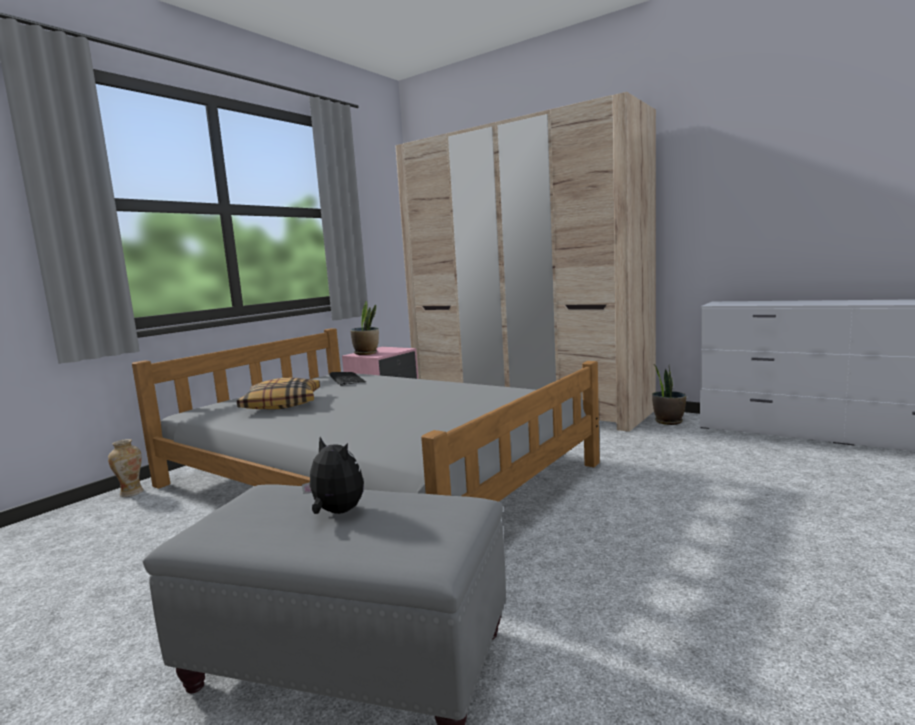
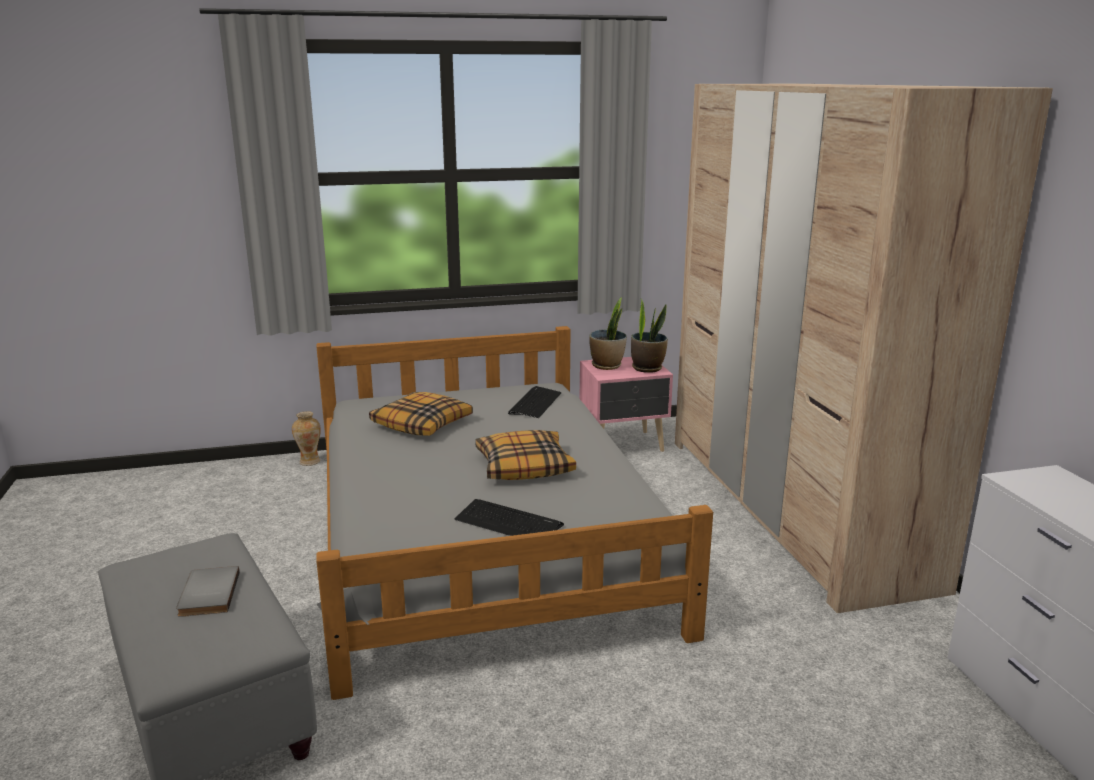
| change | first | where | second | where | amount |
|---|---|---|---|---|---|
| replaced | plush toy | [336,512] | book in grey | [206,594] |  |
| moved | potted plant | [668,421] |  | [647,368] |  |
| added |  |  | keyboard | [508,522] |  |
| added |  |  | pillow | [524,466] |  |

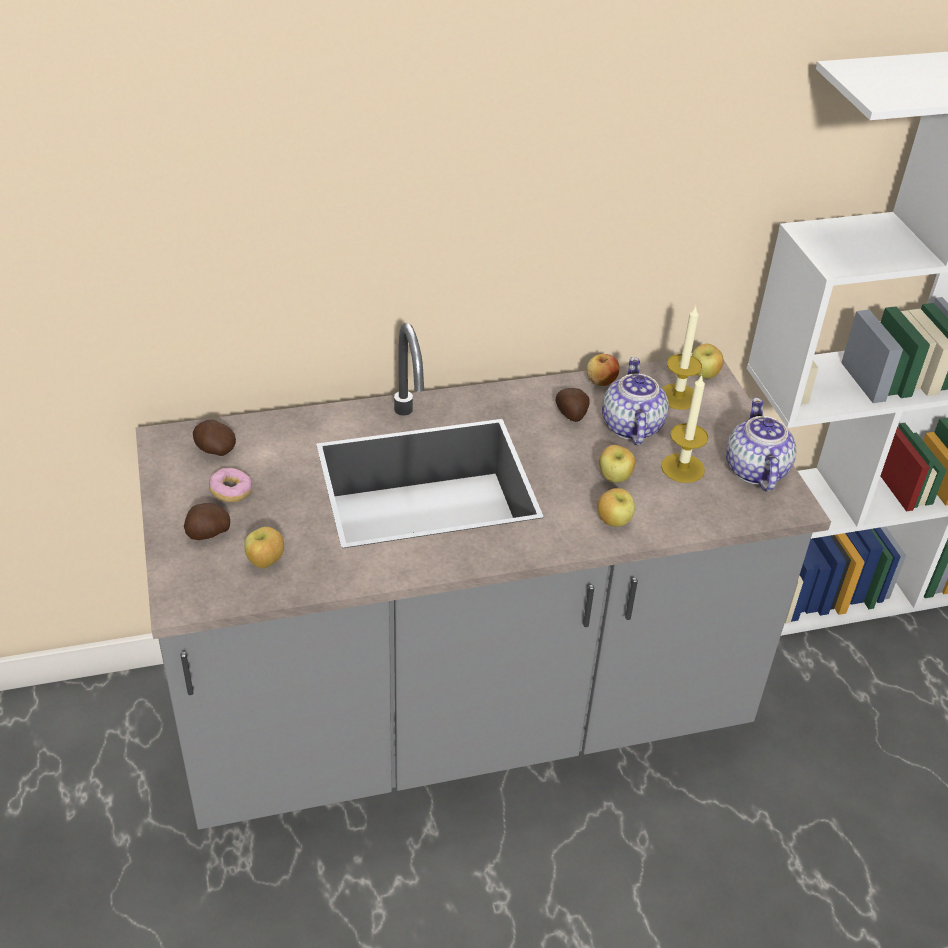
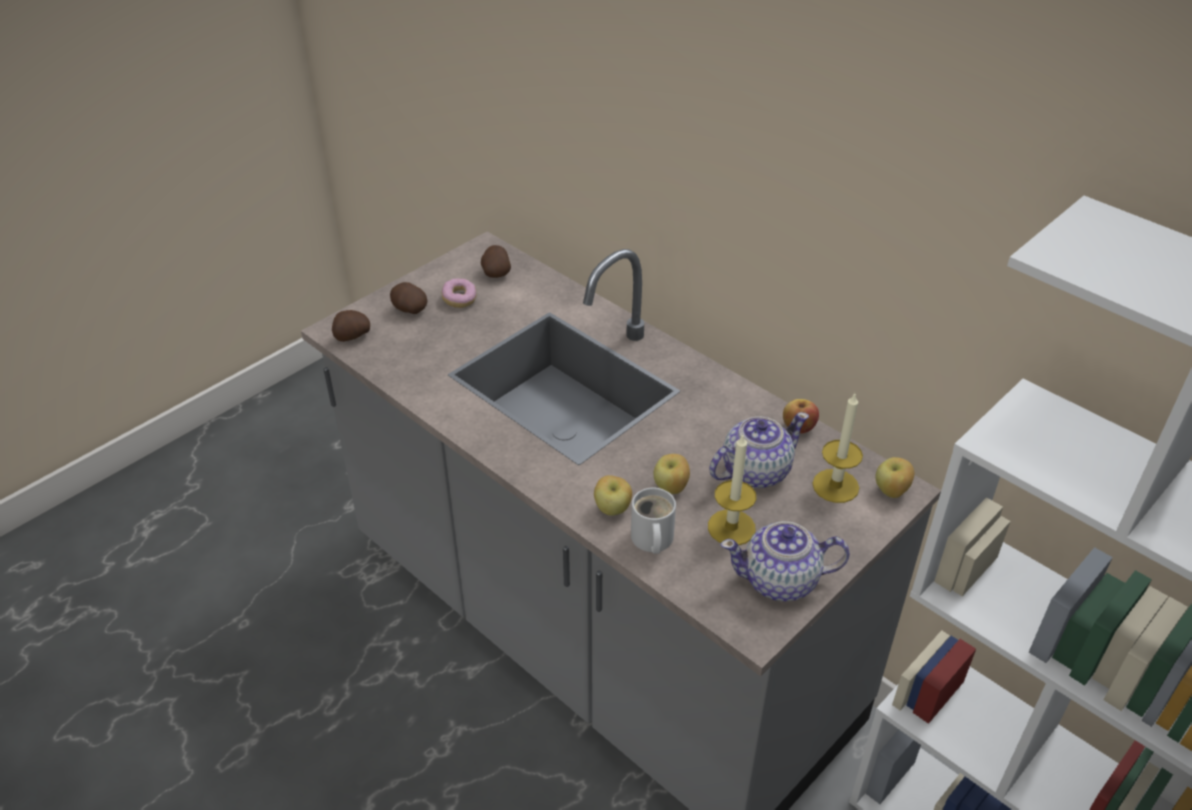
| change | first | where | second | where | amount |
|---|---|---|---|---|---|
| removed | apple | [265,562] |  |  |  |
| moved | potato | [571,414] |  | [352,336] |  |
| turned | teapot | [755,470] |  | [781,581] | 150 degrees counterclockwise |
| added |  |  | mug in white | [651,540] |  |

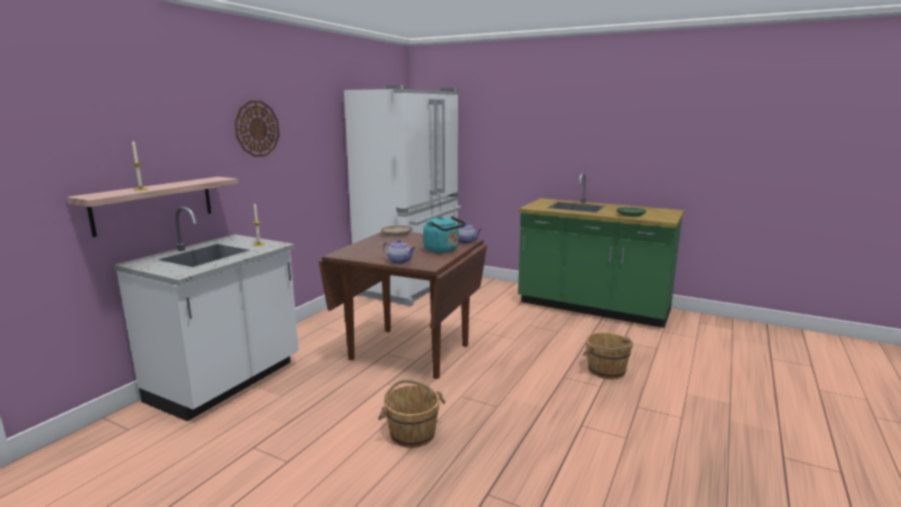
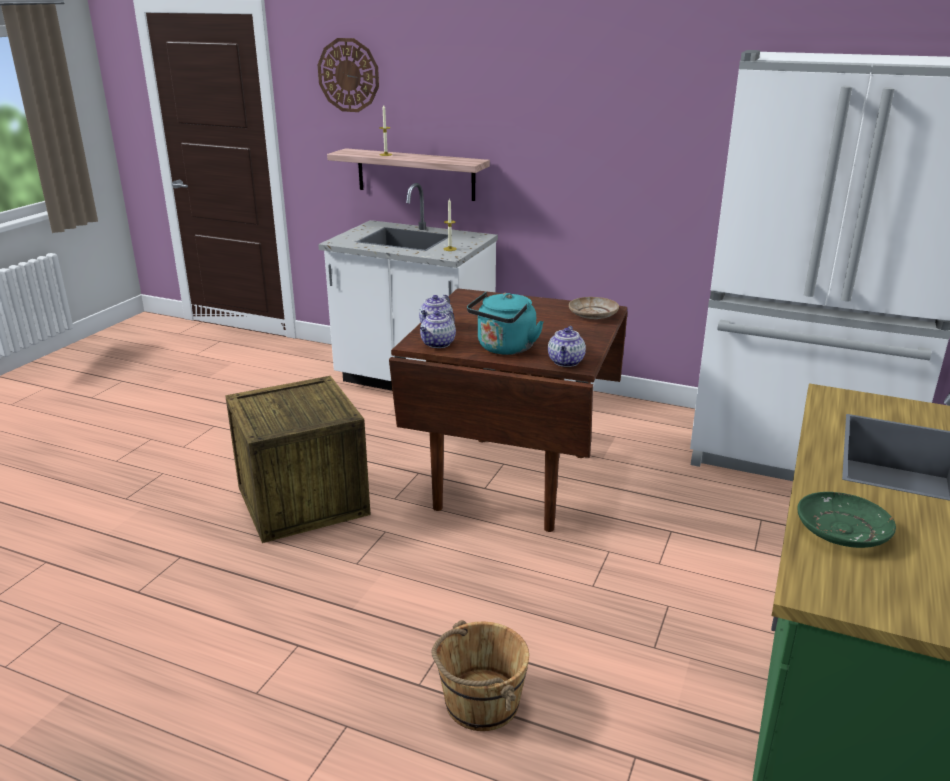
| change | first | where | second | where | amount |
|---|---|---|---|---|---|
| moved | wall clock | [257,128] |  | [348,75] |  |
| replaced | bucket in brown | [412,433] | crate | [302,500] |  |
| added |  |  | teapot | [438,344] |  |

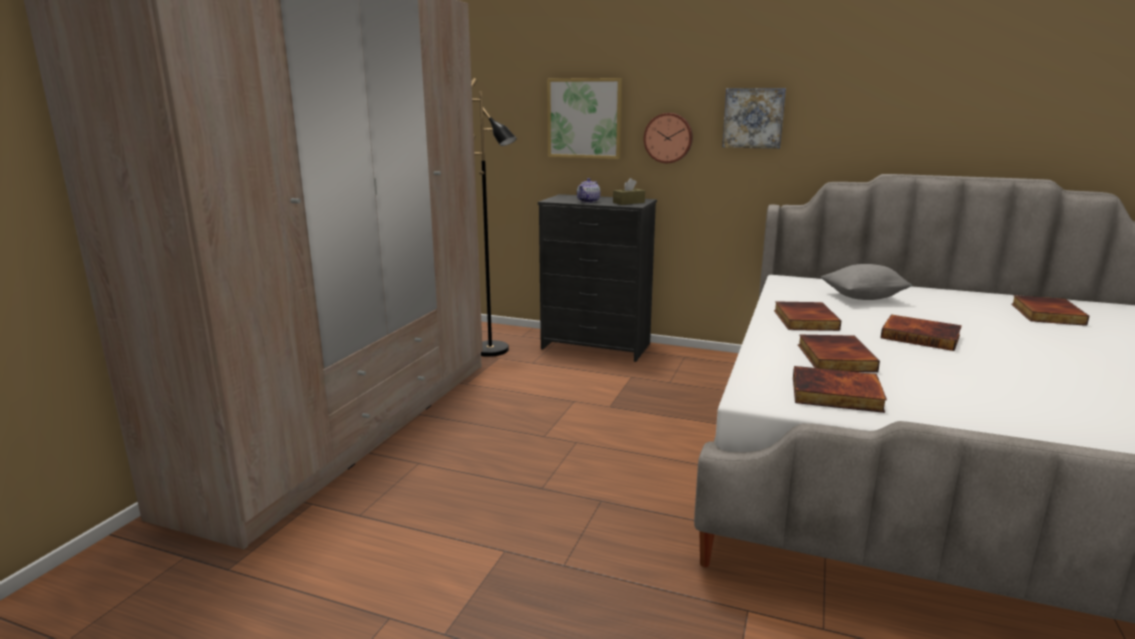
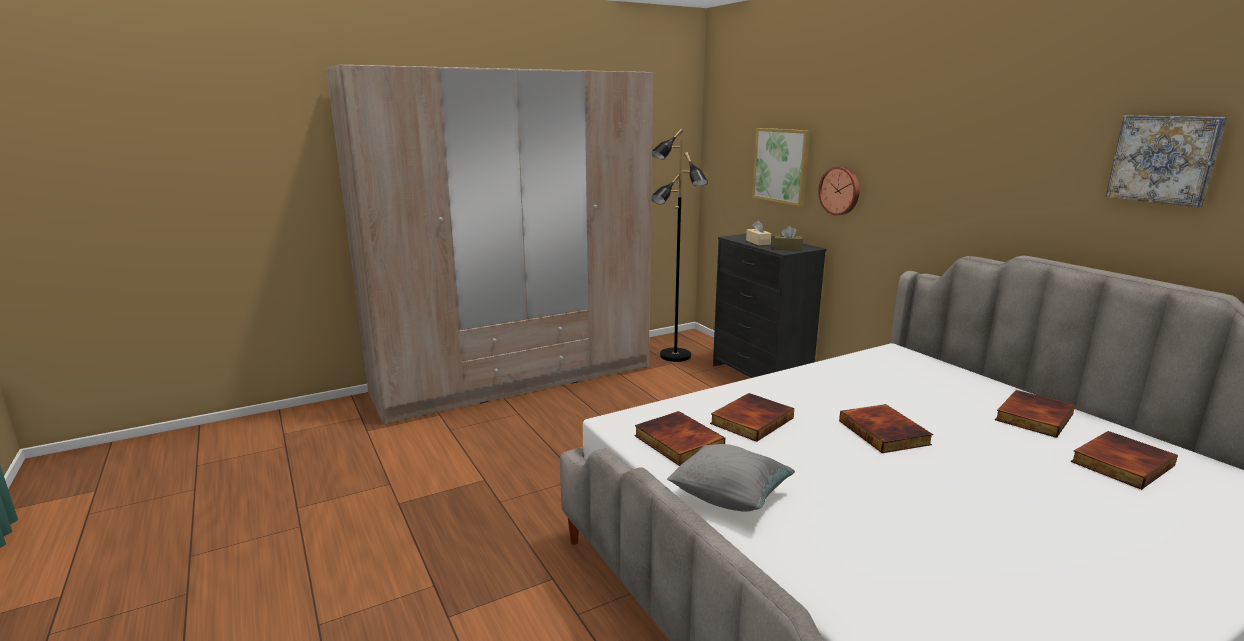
| change | first | where | second | where | amount |
|---|---|---|---|---|---|
| replaced | teapot | [588,201] | tissue box in beige | [758,242] |  |
| moved | picture | [753,118] |  | [1164,159] |  |
| moved | book | [803,320] |  | [1032,416] |  |
| moved | pillow in grey | [863,297] |  | [729,497] |  |

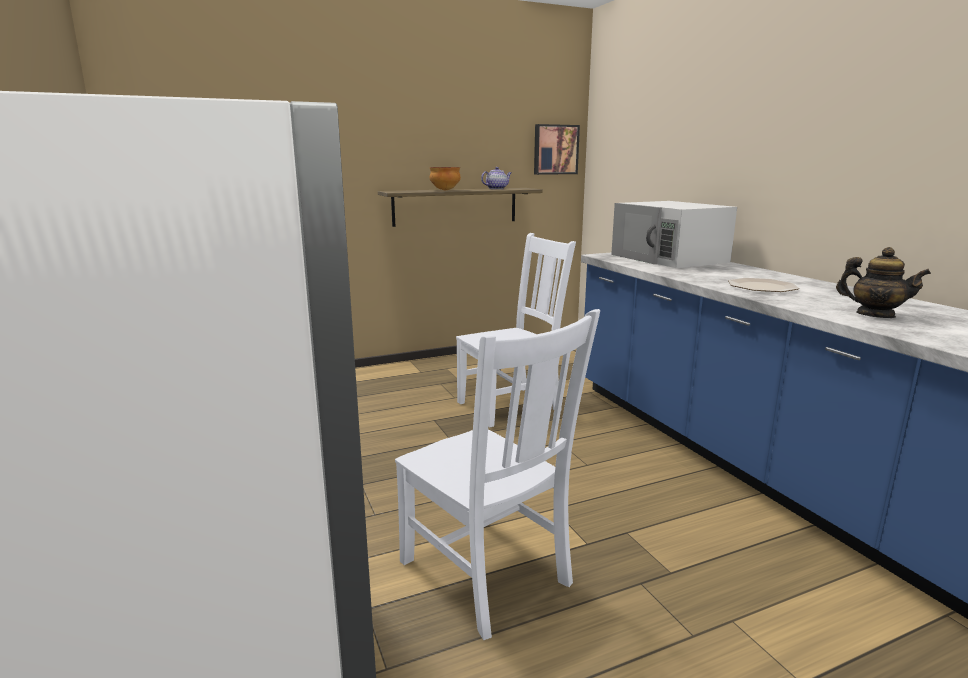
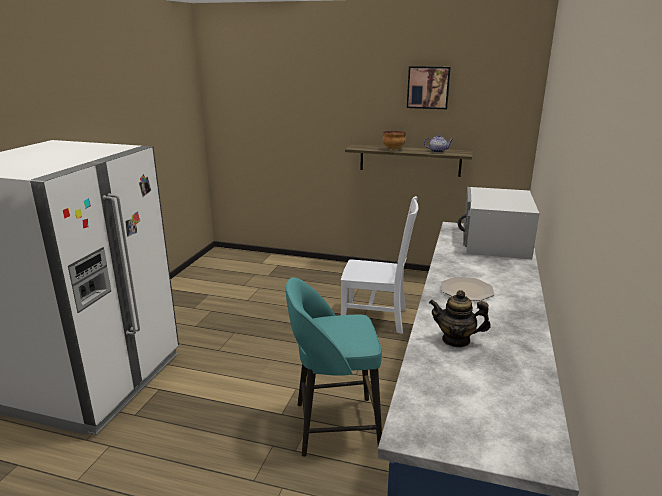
| change | first | where | second | where | amount |
|---|---|---|---|---|---|
| removed | chair in white | [488,575] |  |  |  |
| moved | picture | [555,149] |  | [428,87] |  |
| turned | teapot | [875,315] |  | [456,340] | 120 degrees clockwise |
| added |  |  | stool in turquoise | [334,426] |  |

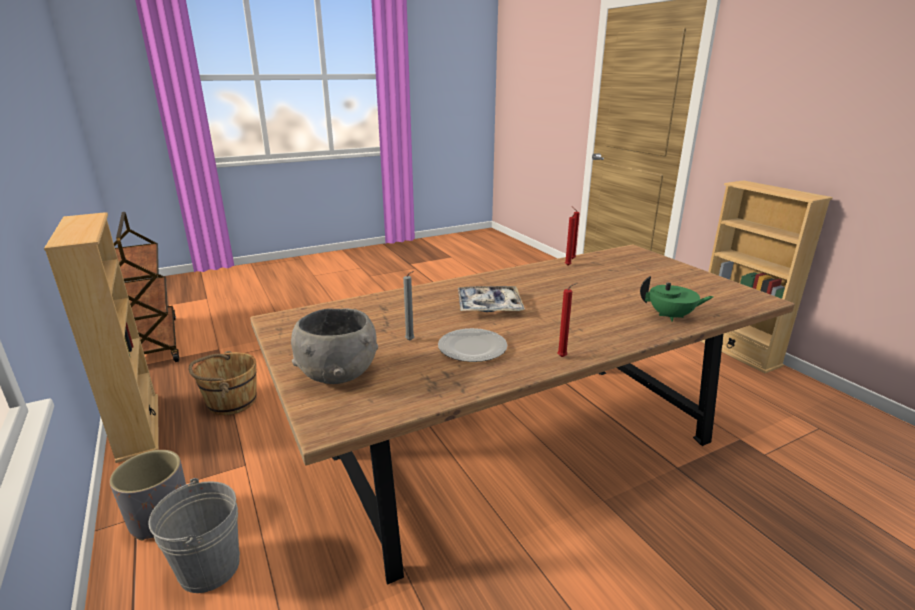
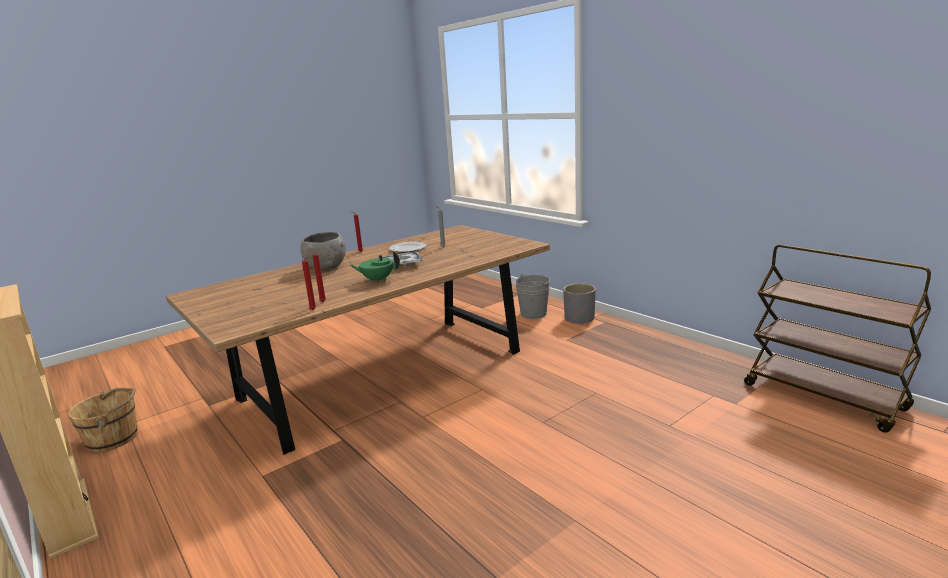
| change | first | where | second | where | amount |
|---|---|---|---|---|---|
| removed | bookcase in beige | [138,427] |  |  |  |
| moved | bucket in brown | [231,401] |  | [114,438] |  |
| moved | bowl in grey | [338,373] |  | [326,267] |  |
| moved | teapot in green | [671,316] |  | [377,280] |  |

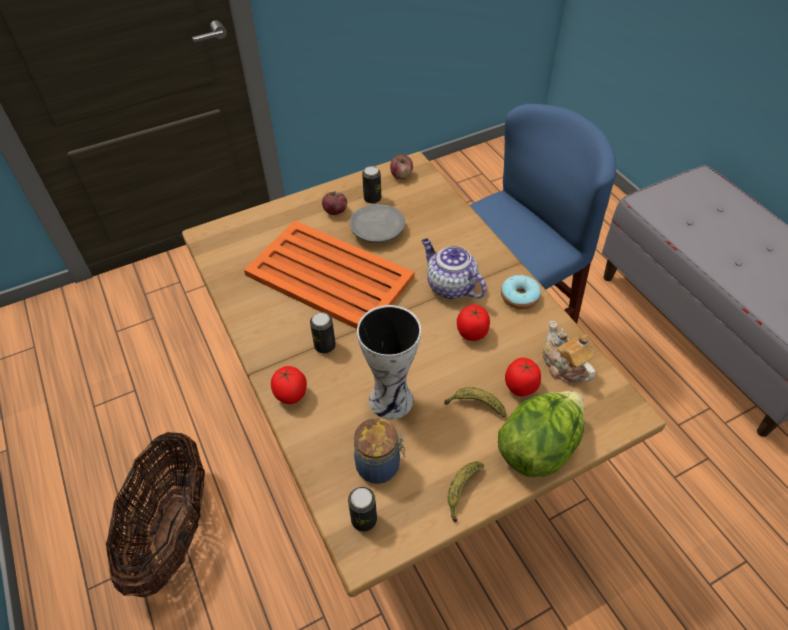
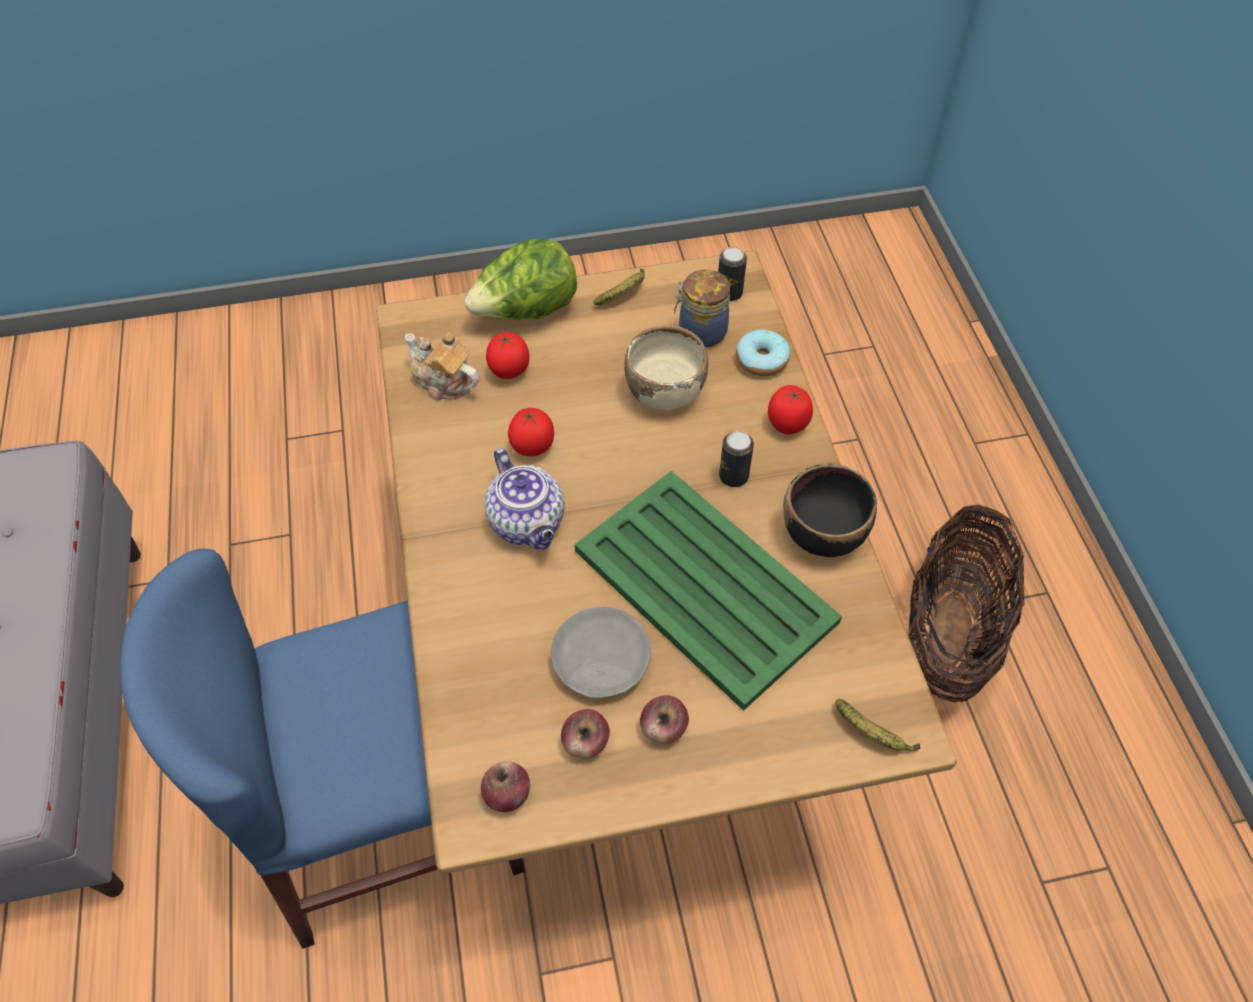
| change | first | where | second | where | amount |
|---|---|---|---|---|---|
| recoloured | tray in orange | [330,277] | tray in green | [703,584] |  |
| replaced | vase | [393,399] | bowl in beige | [664,391] |  |
| replaced | can | [372,198] | apple | [585,742] |  |
| moved | banana | [475,405] |  | [872,734] |  |
| moved | donut | [519,297] |  | [761,360] |  |
| turned | teapot | [563,365] |  | [444,382] | 135 degrees clockwise |
| added |  |  | bowl in black | [823,534] |  |

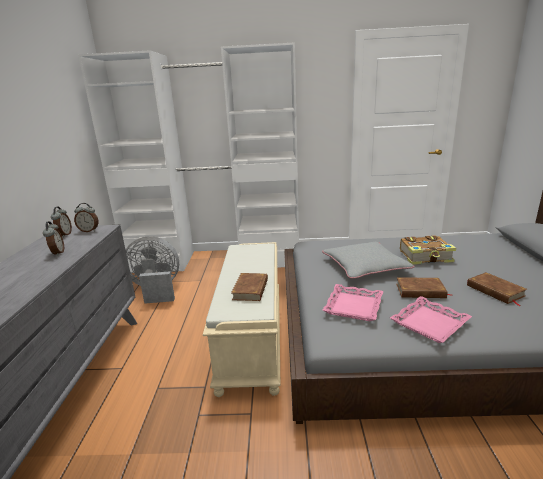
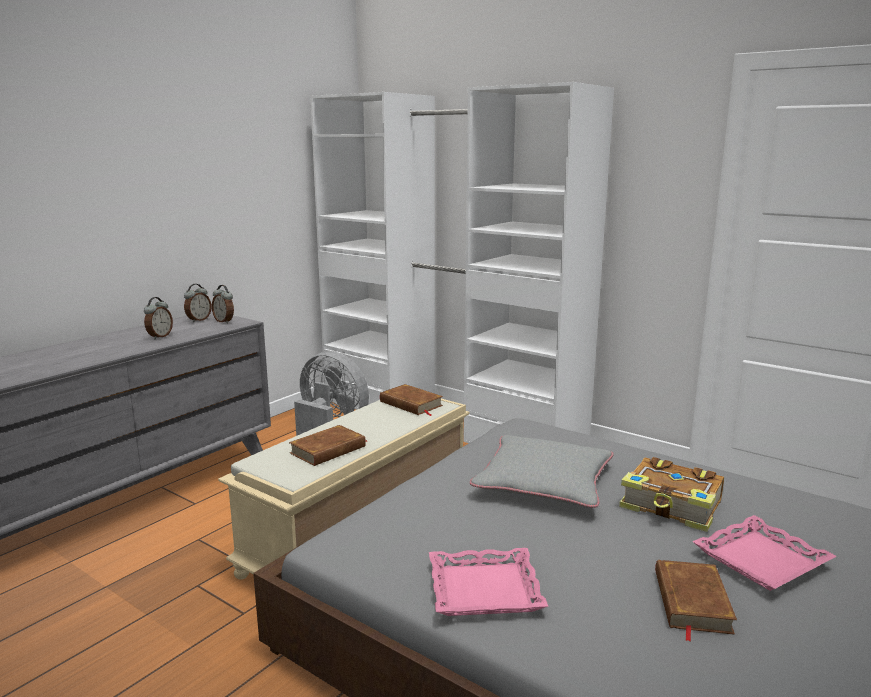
| change | first | where | second | where | amount |
|---|---|---|---|---|---|
| moved | tray in pink | [353,306] |  | [760,559] |  |
| moved | book in brown | [420,291] |  | [411,404] |  |

